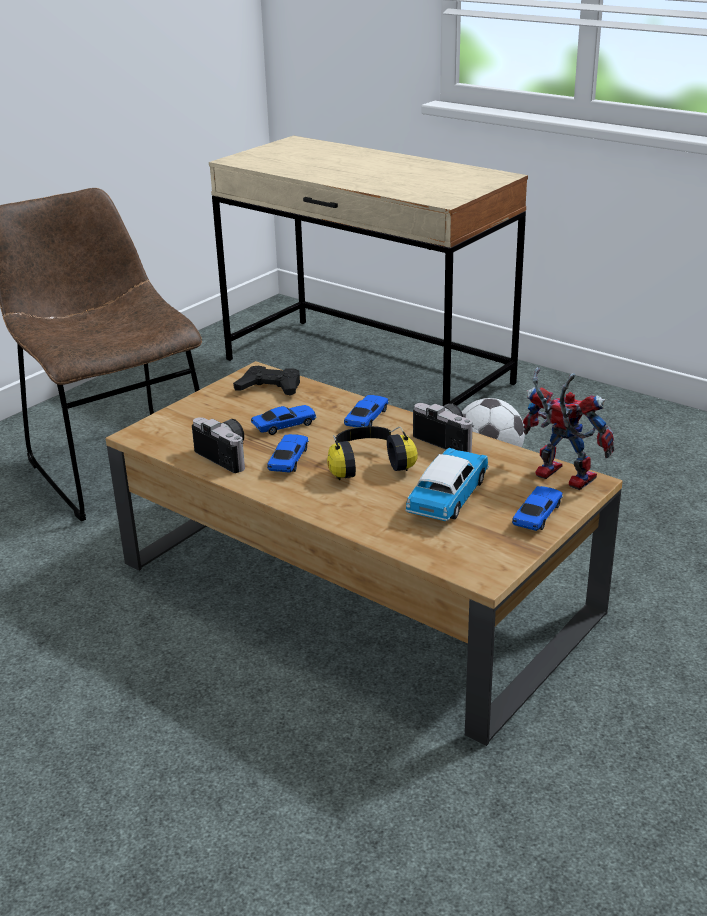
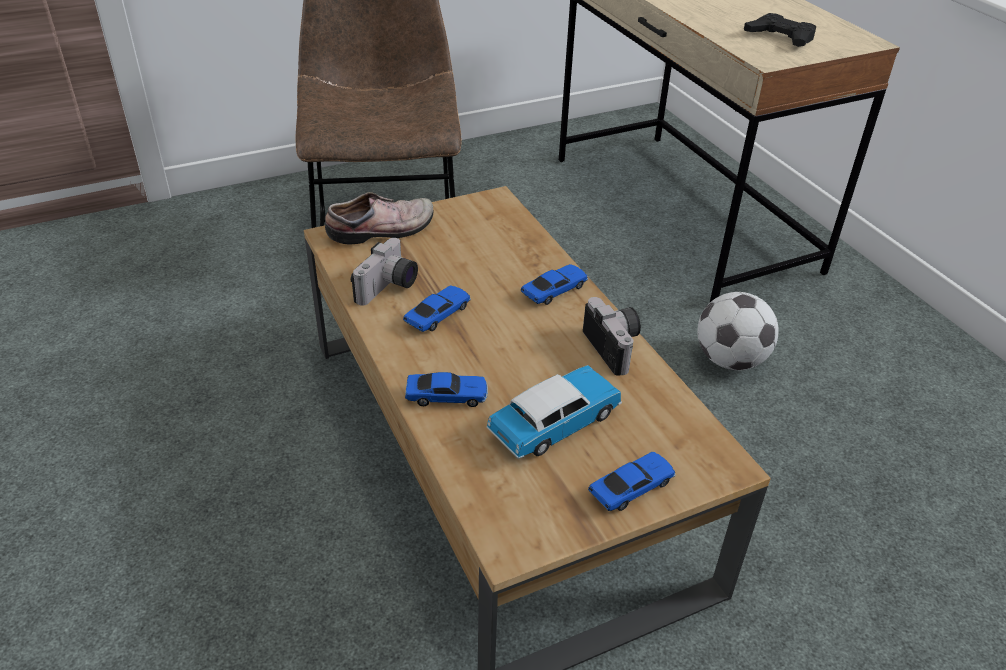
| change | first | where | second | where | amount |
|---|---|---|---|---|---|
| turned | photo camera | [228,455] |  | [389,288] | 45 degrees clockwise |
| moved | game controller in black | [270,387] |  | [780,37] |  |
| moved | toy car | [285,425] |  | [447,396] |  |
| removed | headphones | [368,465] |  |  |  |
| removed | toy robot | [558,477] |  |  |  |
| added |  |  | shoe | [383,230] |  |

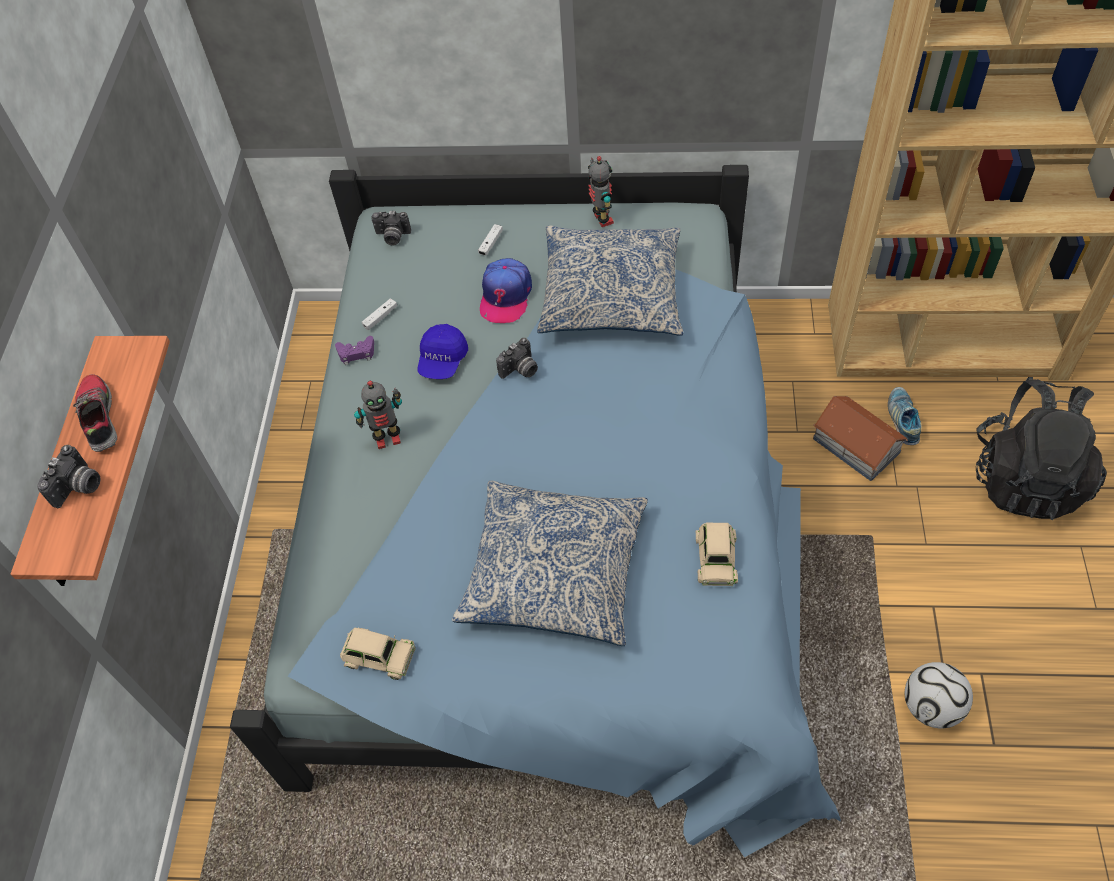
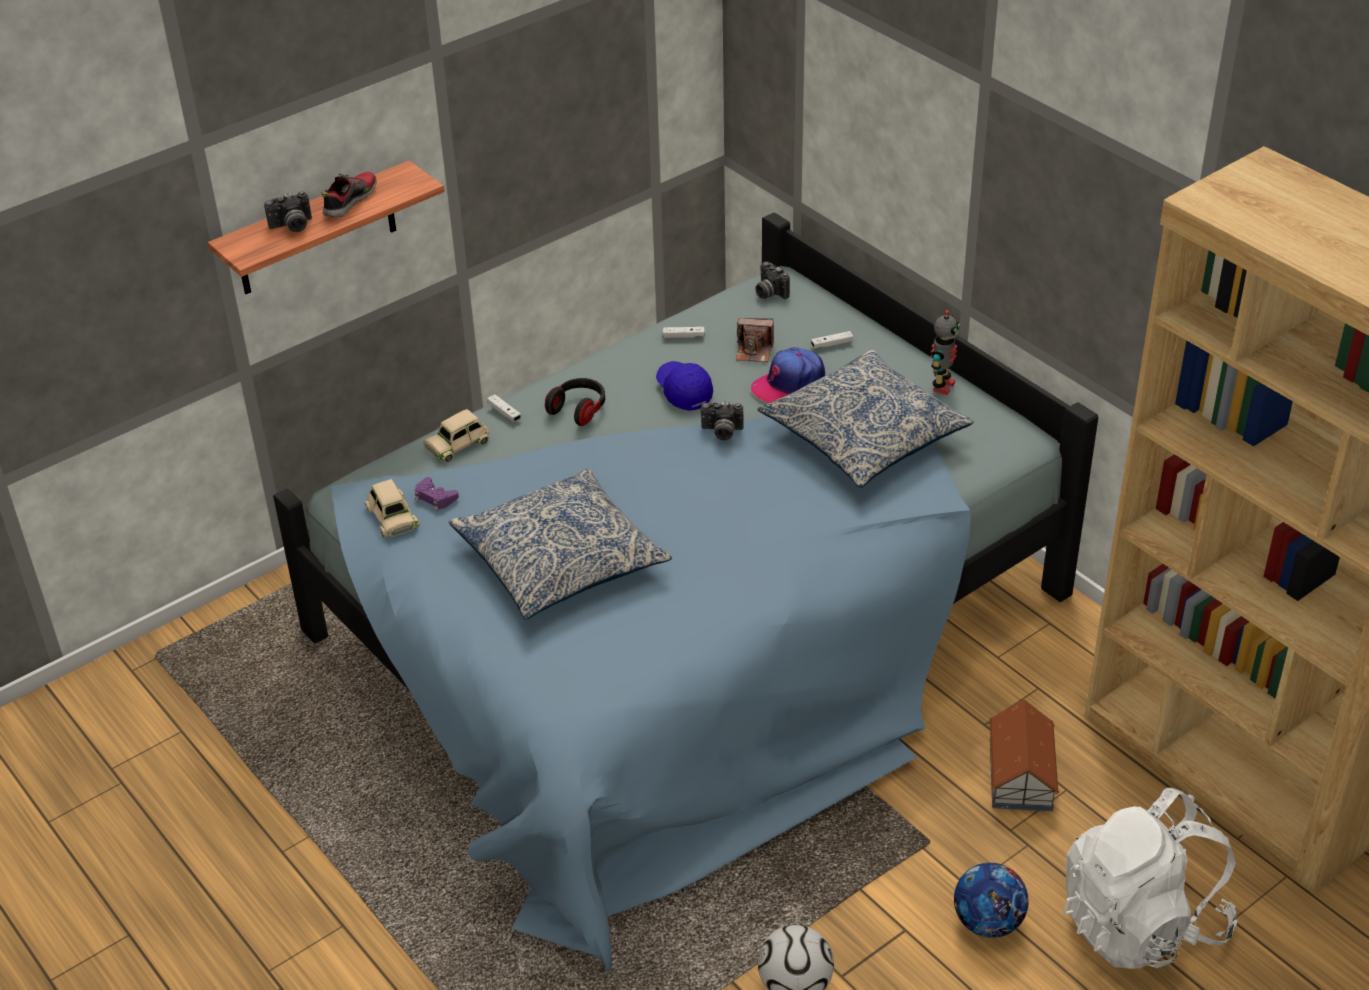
| change | first | where | second | where | amount |
|---|---|---|---|---|---|
| moved | game controller in purple | [356,353] |  | [435,498] |  |
| replaced | toy robot | [387,438] | headphones | [578,410] |  |
| turned | cap in blue | [442,360] |  | [683,392] | 90 degrees clockwise |
| moved | toy car in beige | [716,557] |  | [457,443] |  |
| removed | shoe | [903,420] |  |  |  |
| recoloured | backpack in black | [1026,478] | backpack in white | [1141,923] |  |
| added |  |  | game controller in white | [504,413] |  |
| added |  |  | photo camera | [754,351] |  |
| added |  |  | football | [988,922] |  |

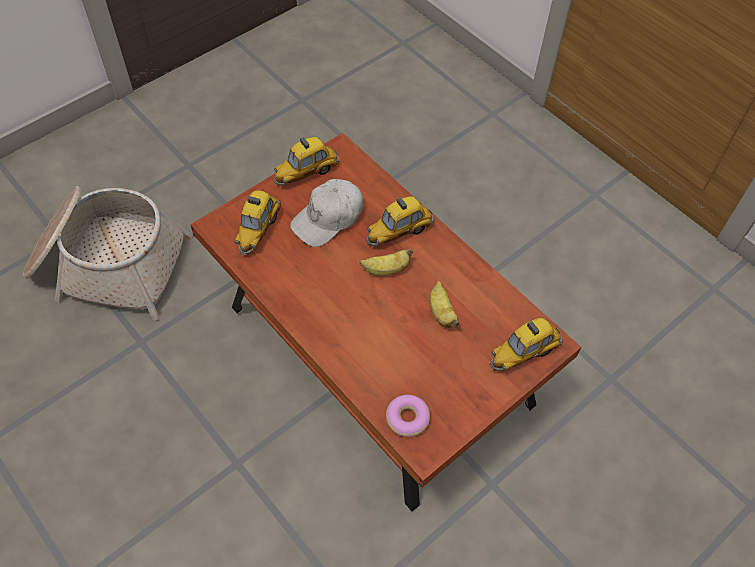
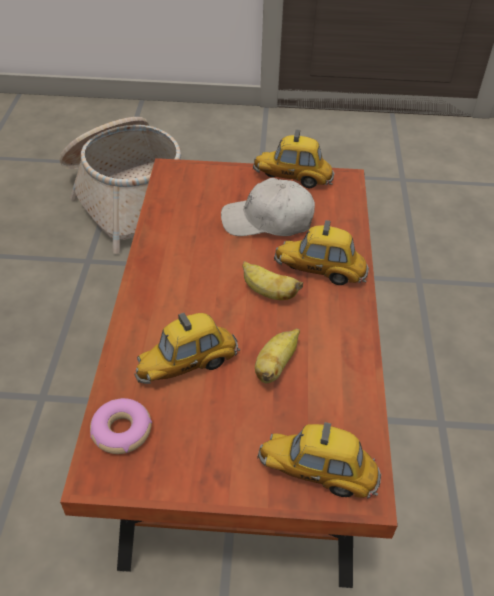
| change | first | where | second | where | amount |
|---|---|---|---|---|---|
| moved | toy car | [258,230] |  | [187,365] |  |

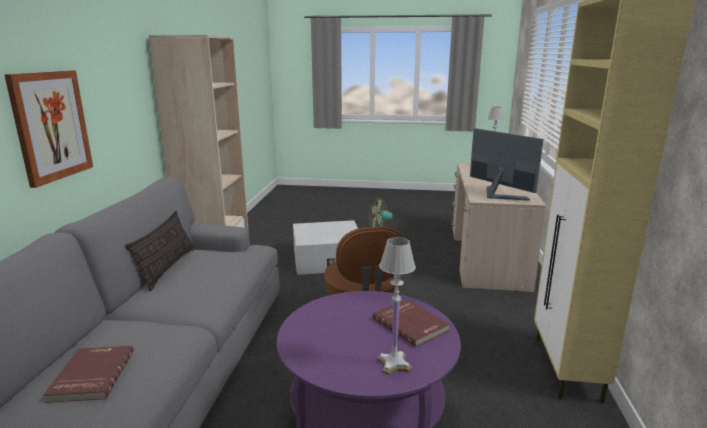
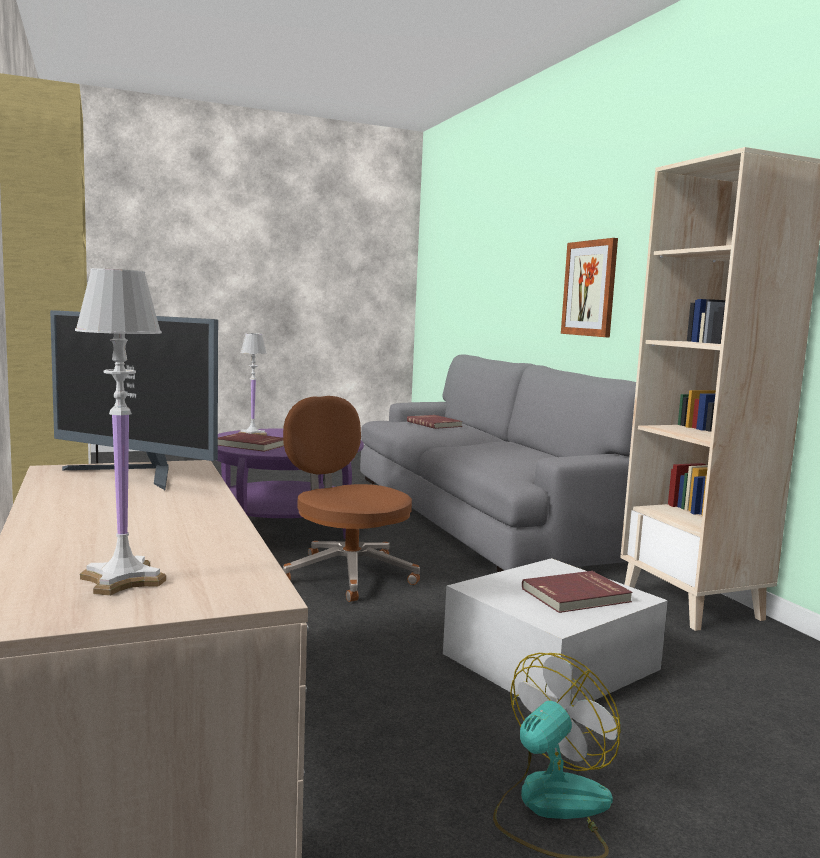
| change | first | where | second | where | amount |
|---|---|---|---|---|---|
| removed | pillow | [168,268] |  |  |  |
| added |  |  | book in red | [577,596] |  |

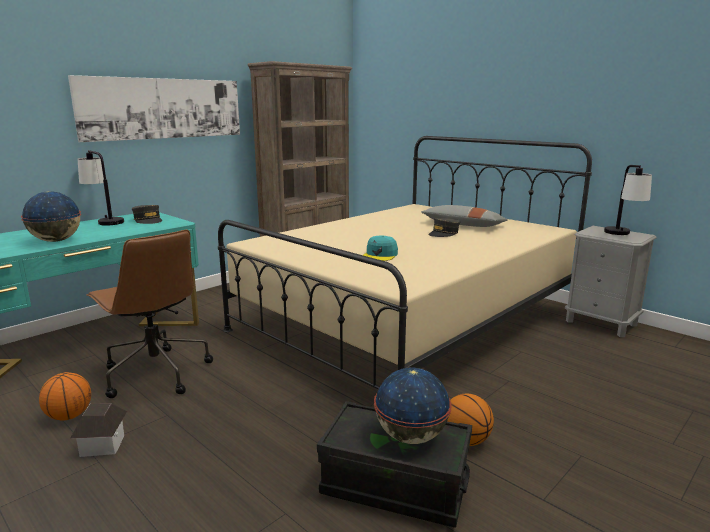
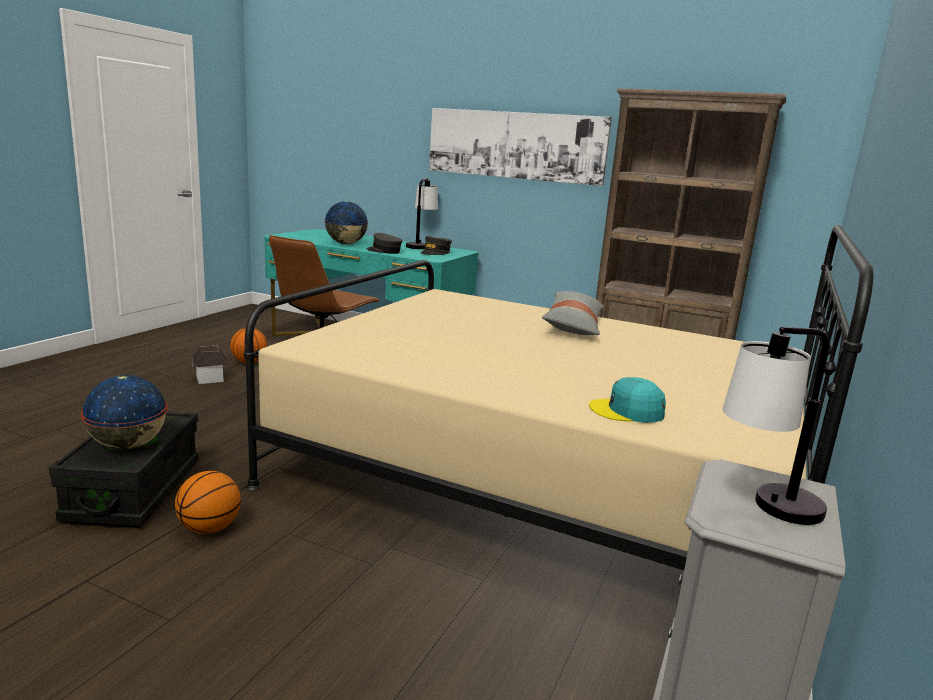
| change | first | where | second | where | amount |
|---|---|---|---|---|---|
| moved | cap in turquoise | [380,255] |  | [627,411] |  |
| moved | pillow in grey | [463,225] |  | [573,325] |  |
| moved | cap in grey | [444,233] |  | [384,251] |  |

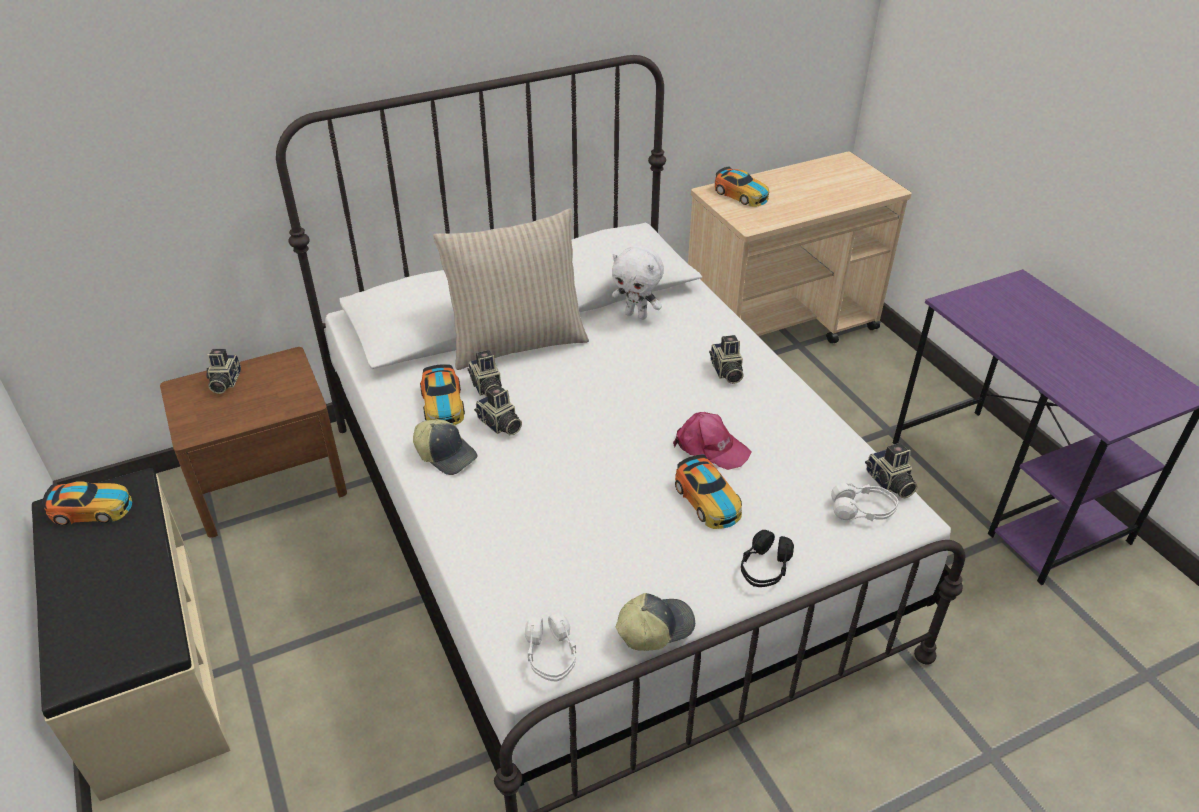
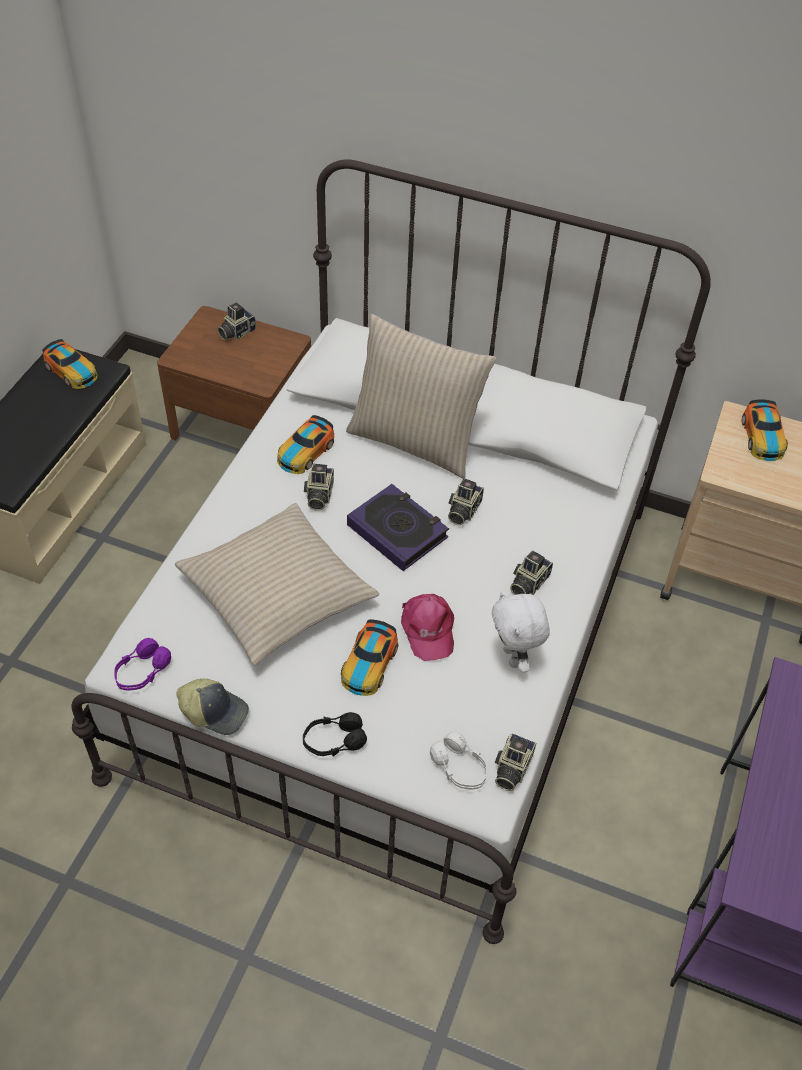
| change | first | where | second | where | amount |
|---|---|---|---|---|---|
| removed | cap | [446,454] |  |  |  |
| moved | photo camera | [486,388] |  | [462,510] |  |
| recoloured | headphones in white | [551,656] | headphones in purple | [142,672] |  |
| moved | plush toy in white | [636,315] |  | [514,657] |  |
| added |  |  | pillow in beige | [277,593] |  |
| added |  |  | book | [397,531] |  |

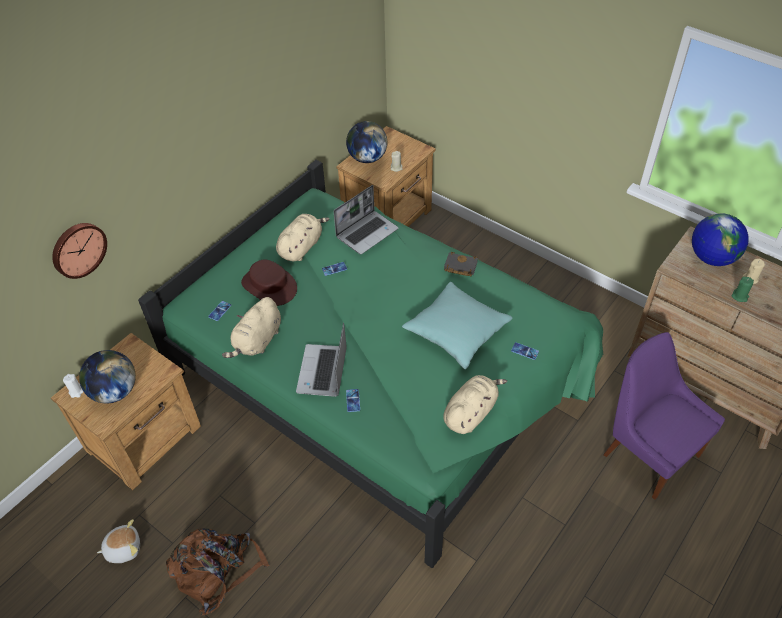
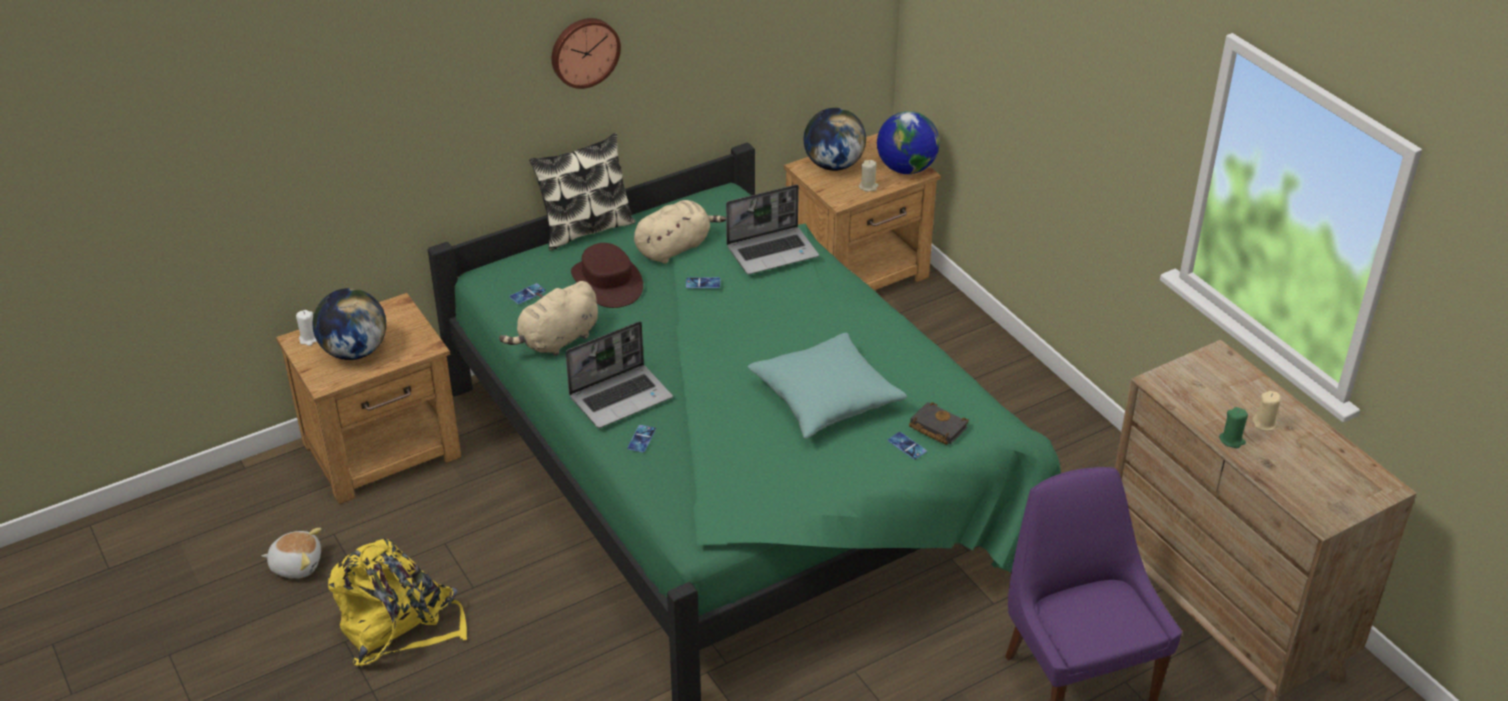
| change | first | where | second | where | amount |
|---|---|---|---|---|---|
| moved | wall clock | [78,249] |  | [584,51] |  |
| recoloured | backpack in brown | [217,570] | backpack in yellow | [398,625] |  |
| turned | laptop | [323,372] |  | [621,397] | 150 degrees counterclockwise |
| removed | plush toy in beige | [471,412] |  |  |  |
| moved | book in black | [459,267] |  | [936,427] |  |
| moved | globe | [711,258] |  | [906,168] |  |
| added |  |  | pillow | [586,229] |  |

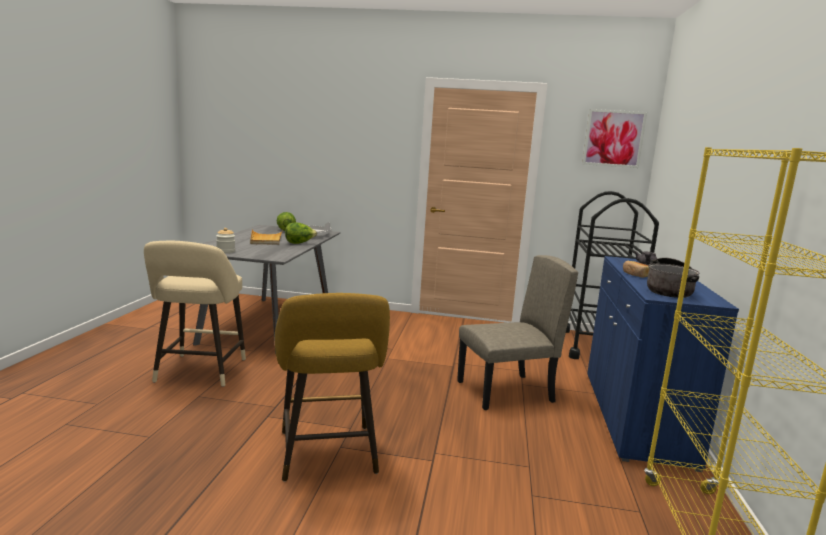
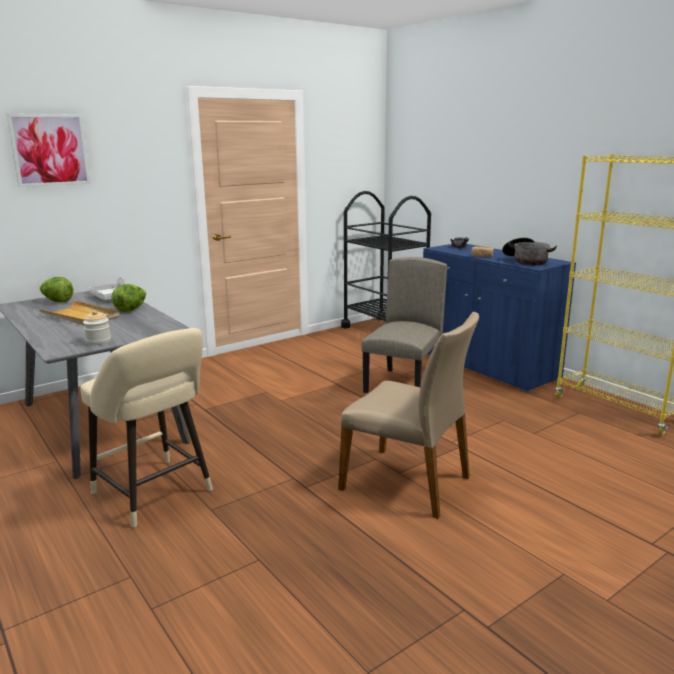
| change | first | where | second | where | amount |
|---|---|---|---|---|---|
| replaced | stool in yellow | [328,456] | chair in beige | [407,482] |  |
| moved | picture | [613,138] |  | [50,150] |  |

